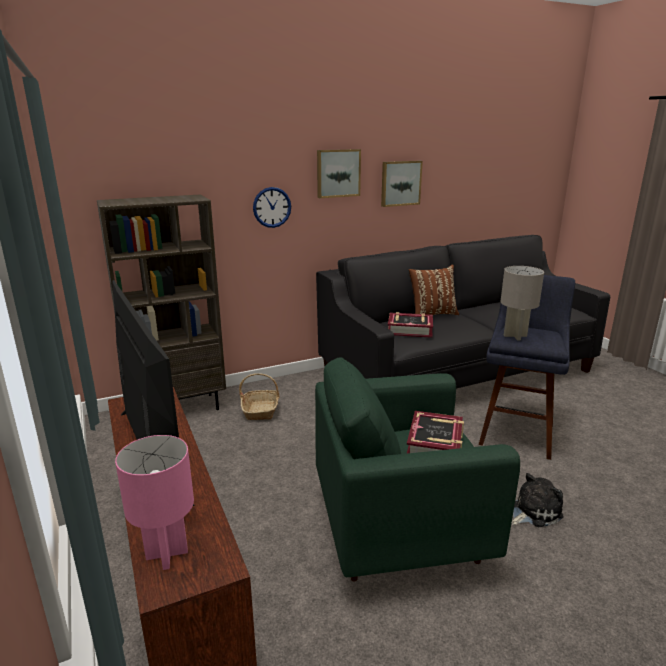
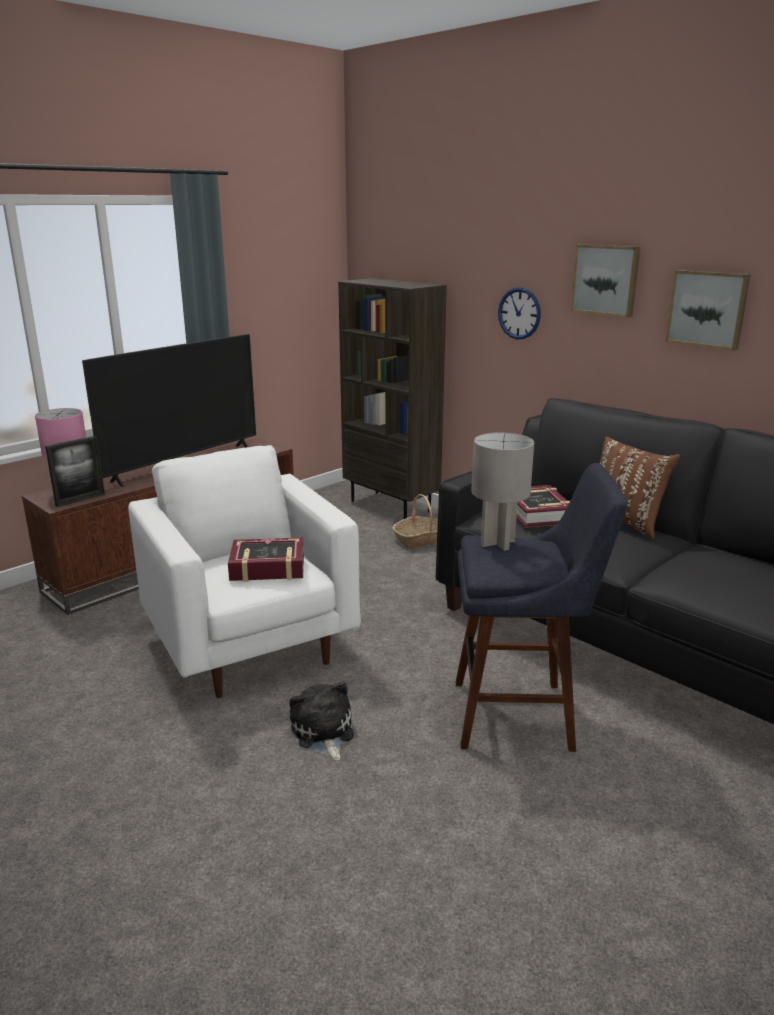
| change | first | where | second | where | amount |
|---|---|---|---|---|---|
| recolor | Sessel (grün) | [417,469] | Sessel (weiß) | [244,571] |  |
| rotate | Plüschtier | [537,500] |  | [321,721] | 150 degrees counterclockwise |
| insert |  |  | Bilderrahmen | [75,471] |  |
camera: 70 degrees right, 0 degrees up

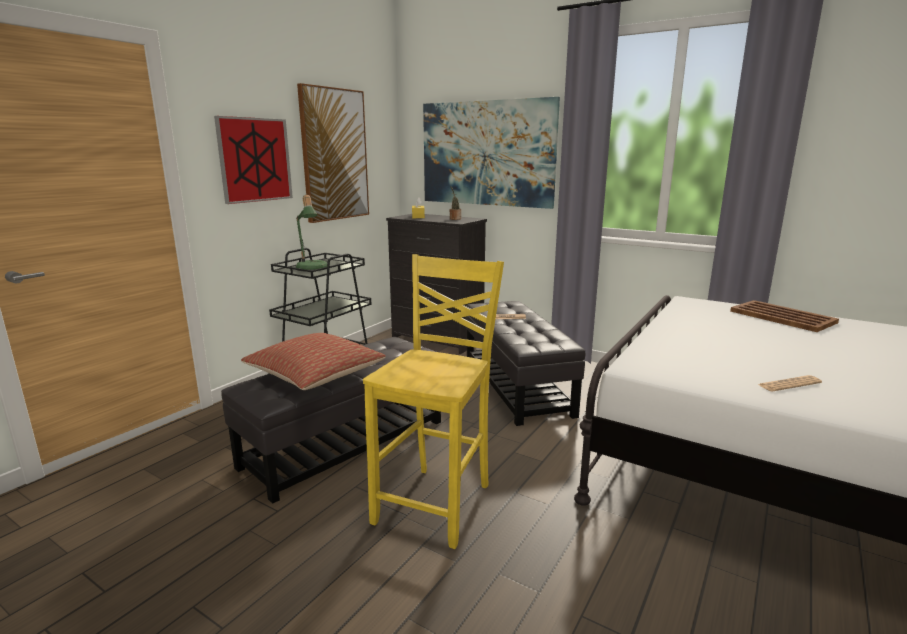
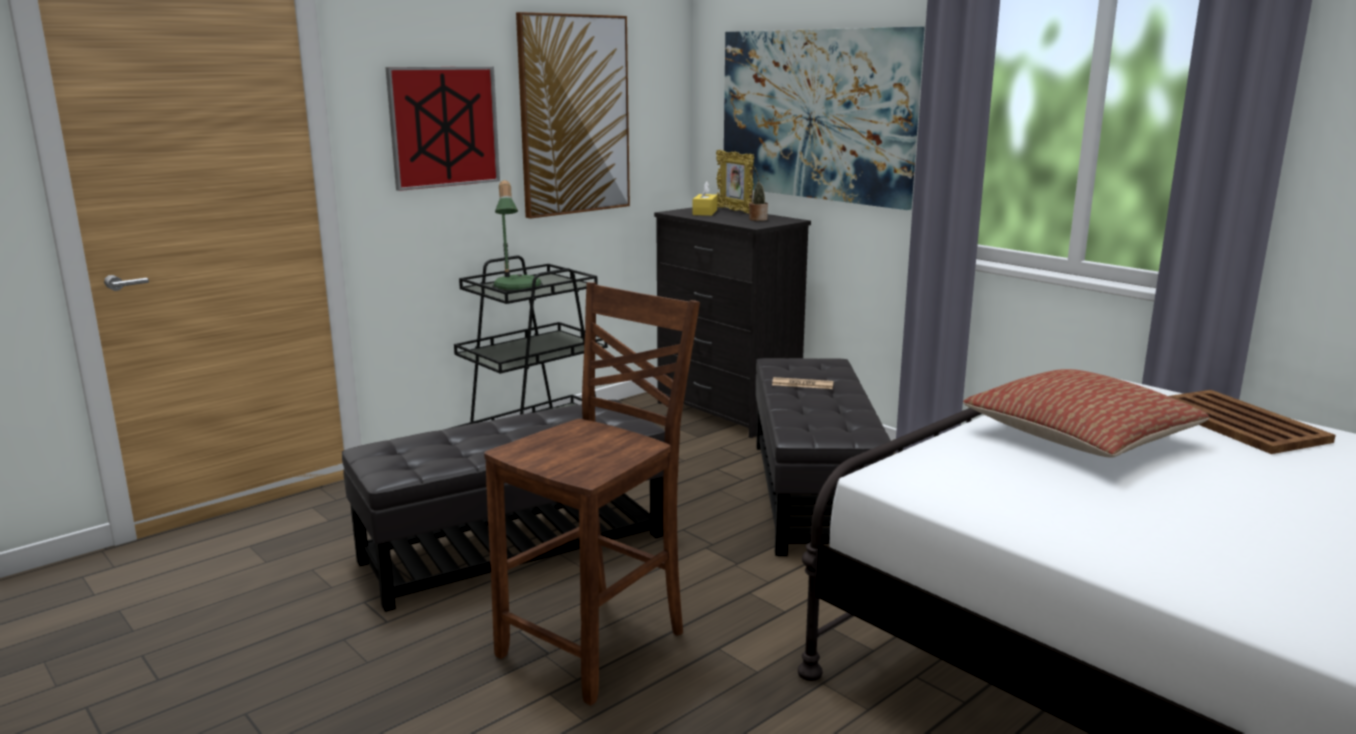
| change | first | where | second | where | amount |
|---|---|---|---|---|---|
| move | Kissen | [313,361] |  | [1086,413] |  |
| recolor | Stuhl (gelb) | [433,401] | Stuhl (braun) | [592,494] |  |
| delete | Zeitung | [790,383] |  |  |  |
| insert |  |  | Bilderrahmen | [735,182] |  |
camera: 15 degrees right, 0 degrees up

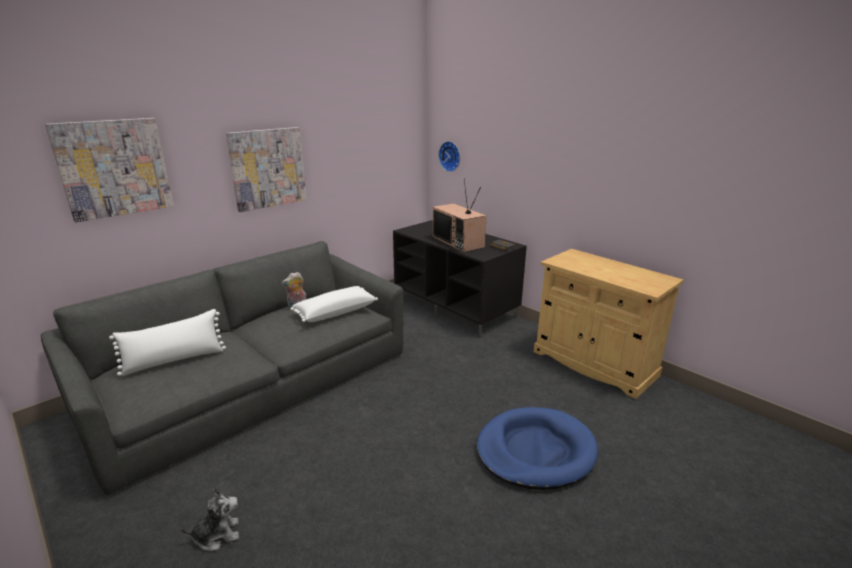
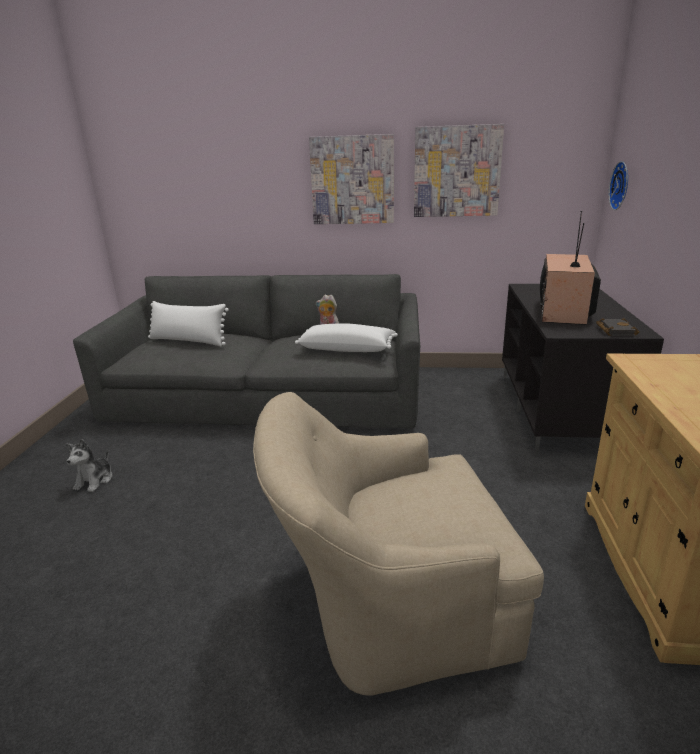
| change | first | where | second | where | amount |
|---|---|---|---|---|---|
| move | Bild | [109,170] |  | [459,170] |  |
| rotate | Plüschtier | [209,520] |  | [89,465] | 75 degrees clockwise |
| replace | Hundebett (blau) | [537,448] | Sessel (beige) | [398,544] |  |
camera: 50 degrees right, 0 degrees up

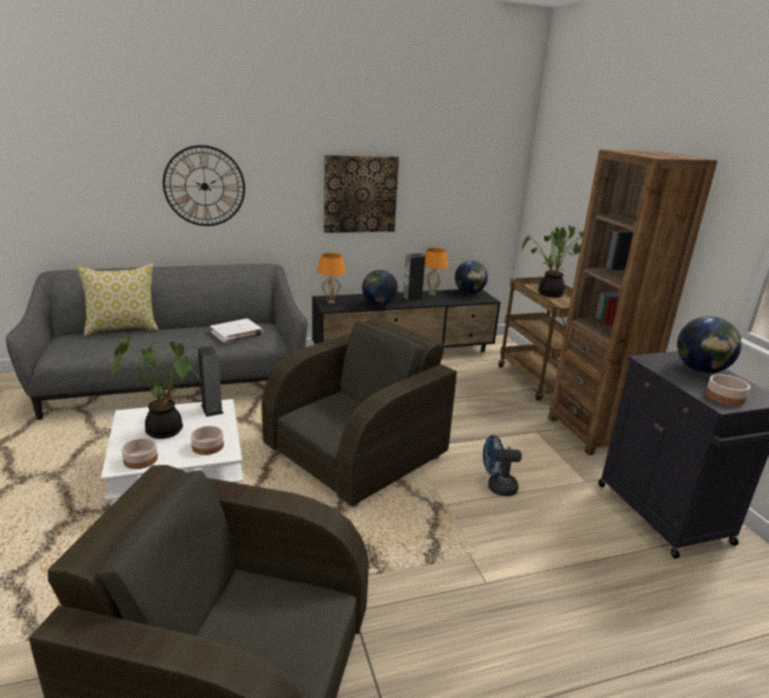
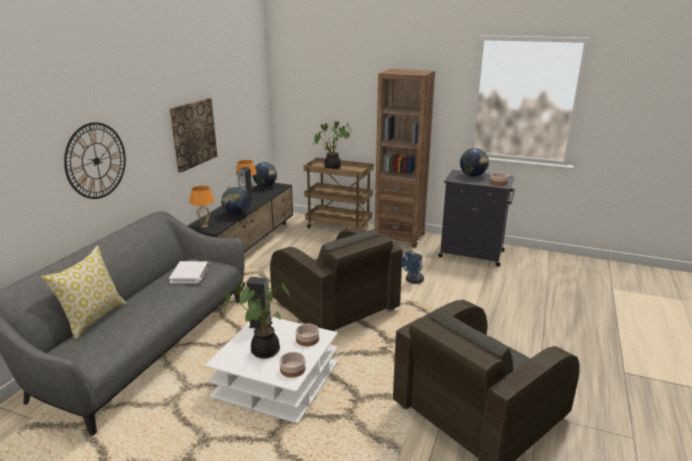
| change | first | where | second | where | amount |
|---|---|---|---|---|---|
| rotate | Sessel (braun) | [359,412] |  | [336,279] | 150 degrees clockwise |
camera: 50 degrees left, 0 degrees up

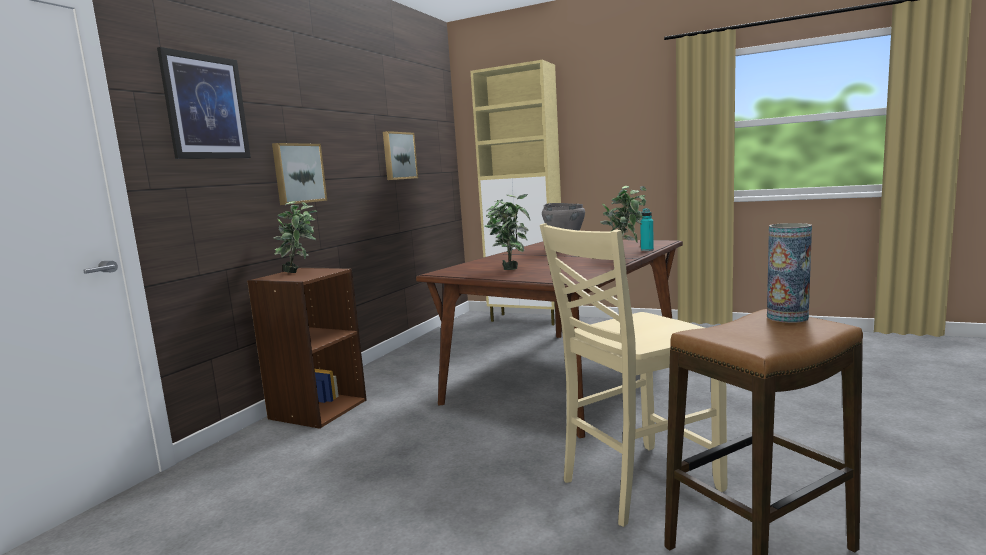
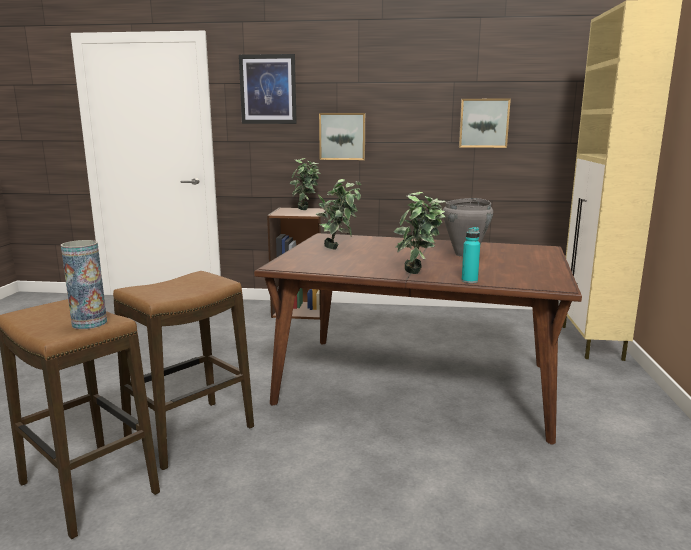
| change | first | where | second | where | amount |
|---|---|---|---|---|---|
| replace | Stuhl (beige) | [633,375] | Hocker | [183,370] |  |
camera: 70 degrees right, 5 degrees up

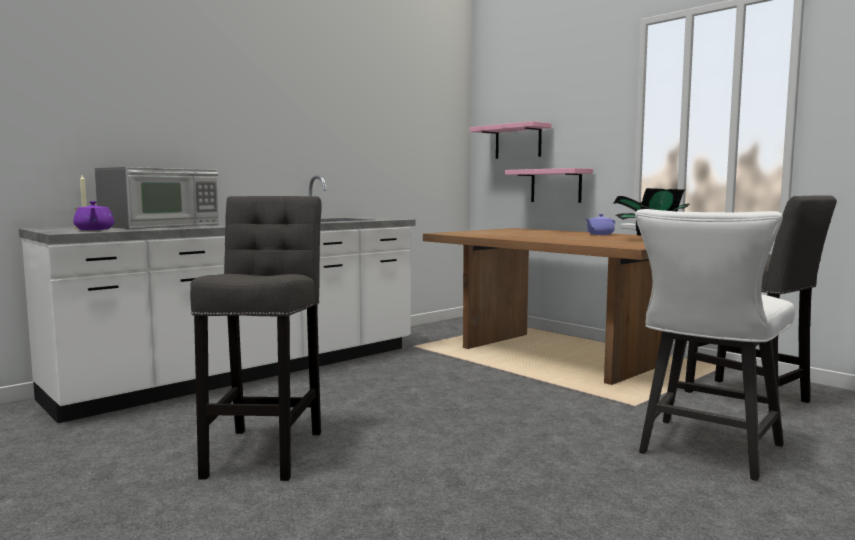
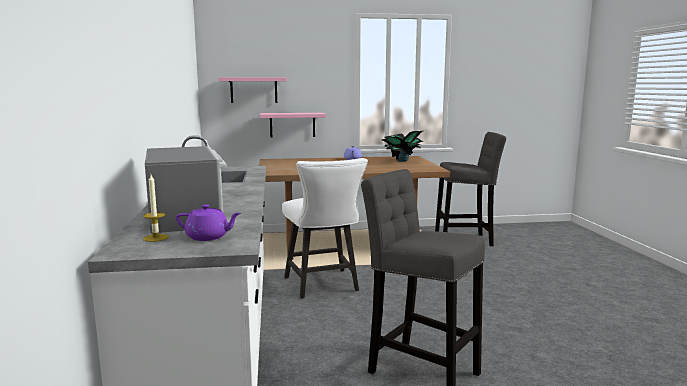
| change | first | where | second | where | amount |
|---|---|---|---|---|---|
| move | Stuhl (weiß) | [715,345] |  | [325,228] |  |
camera: 55 degrees left, 5 degrees up

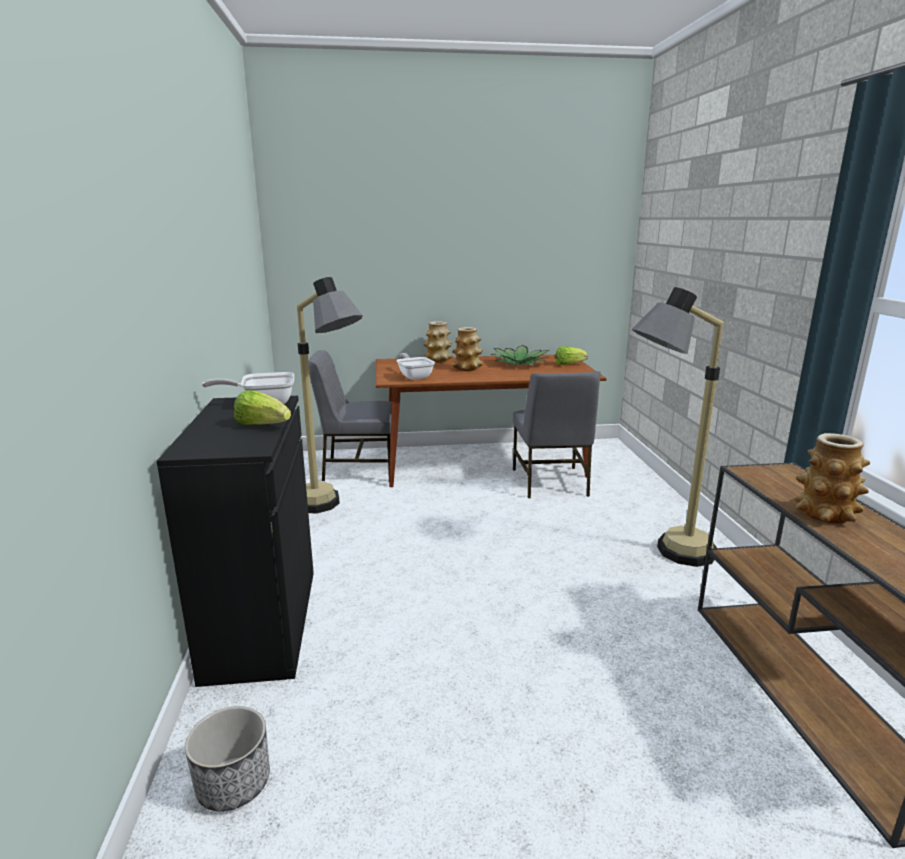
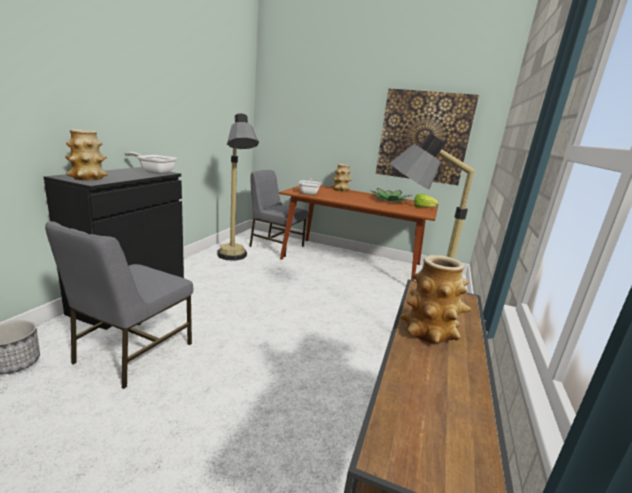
| change | first | where | second | where | amount |
|---|---|---|---|---|---|
| delete | Salatkopf | [262,407] |  |  |  |
| move | Vase | [467,349] |  | [86,155] |  |
| move | Stuhl (grau) | [557,434] |  | [119,305] |  |
| insert |  |  | Bild | [427,136] |  |
camera: 25 degrees right, 0 degrees up

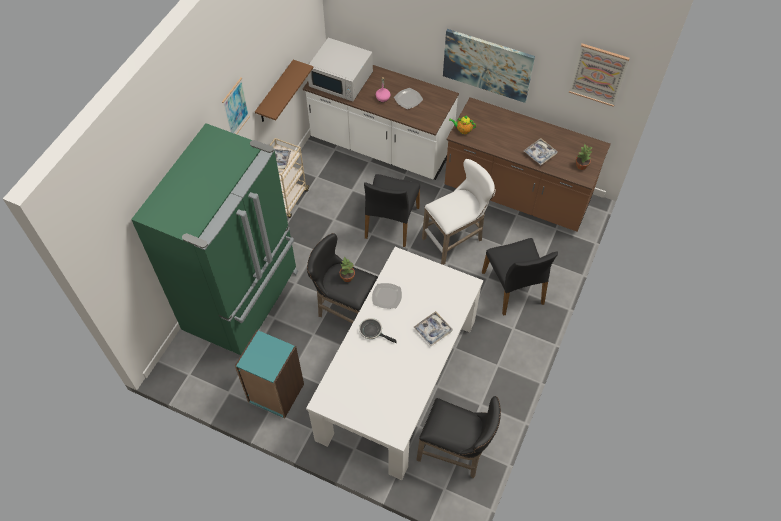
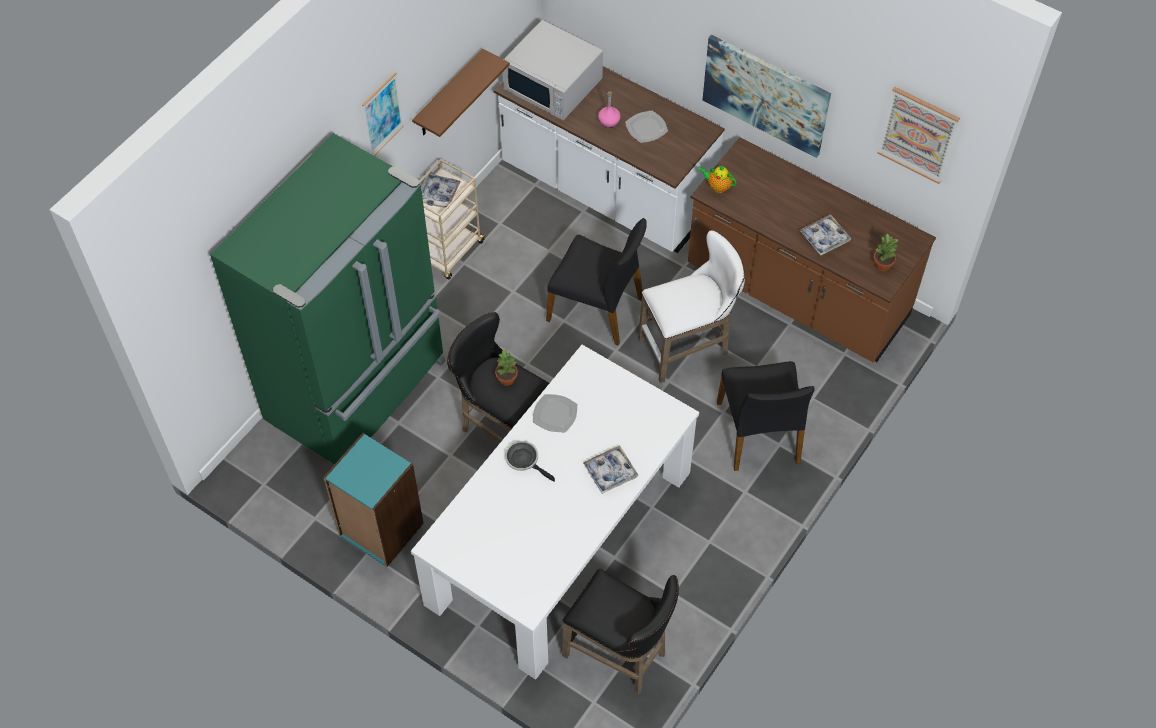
| change | first | where | second | where | amount |
|---|---|---|---|---|---|
| rotate | Stuhl (schwarz) | [392,210] |  | [596,281] | 90 degrees counterclockwise |
camera: 10 degrees right, 0 degrees up

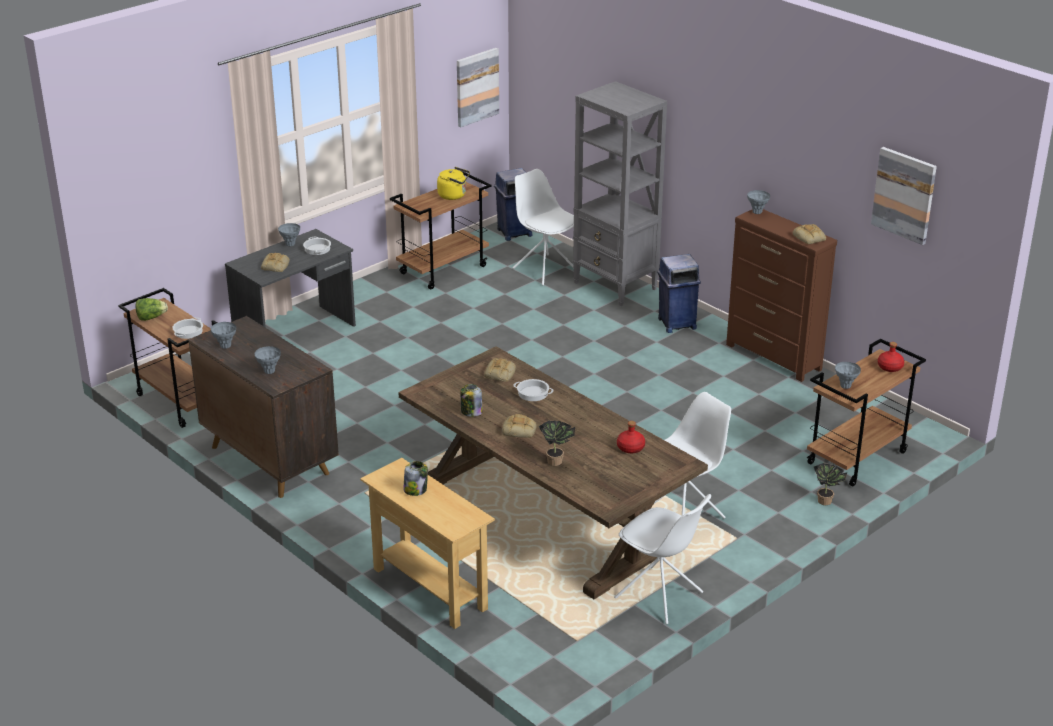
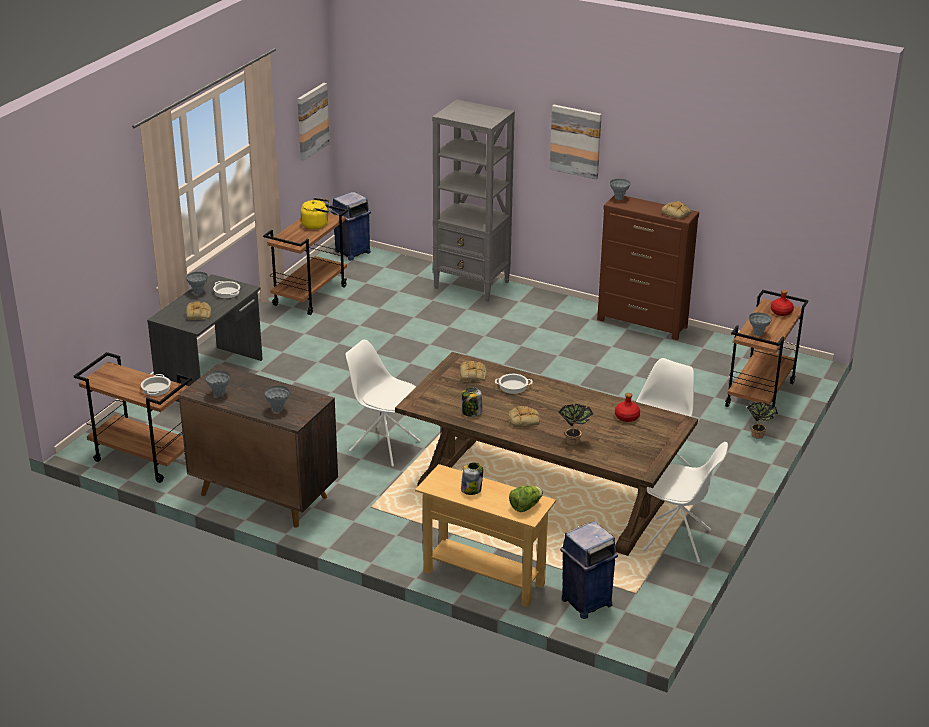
| change | first | where | second | where | amount |
|---|---|---|---|---|---|
| move | Salatkopf | [151,309] |  | [526,498] |  |
| move | Stuhl (weiß) | [543,227] |  | [383,403] |  |
| move | Mülleimer (blau) | [679,293] |  | [589,570] |  |
| move | Bild | [904,196] |  | [575,142] |  |
camera: 20 degrees left, 0 degrees up

